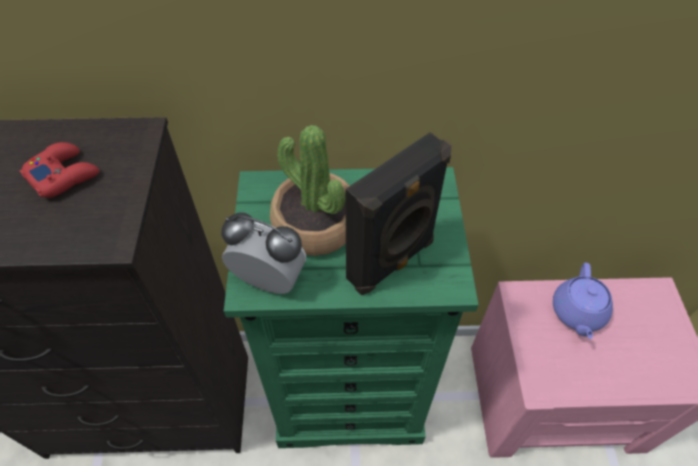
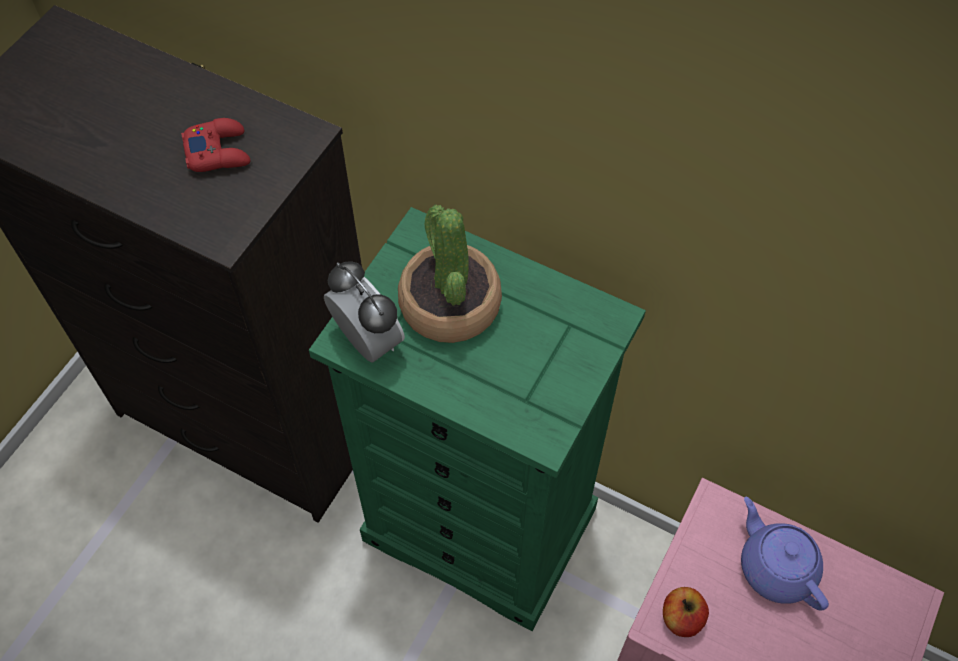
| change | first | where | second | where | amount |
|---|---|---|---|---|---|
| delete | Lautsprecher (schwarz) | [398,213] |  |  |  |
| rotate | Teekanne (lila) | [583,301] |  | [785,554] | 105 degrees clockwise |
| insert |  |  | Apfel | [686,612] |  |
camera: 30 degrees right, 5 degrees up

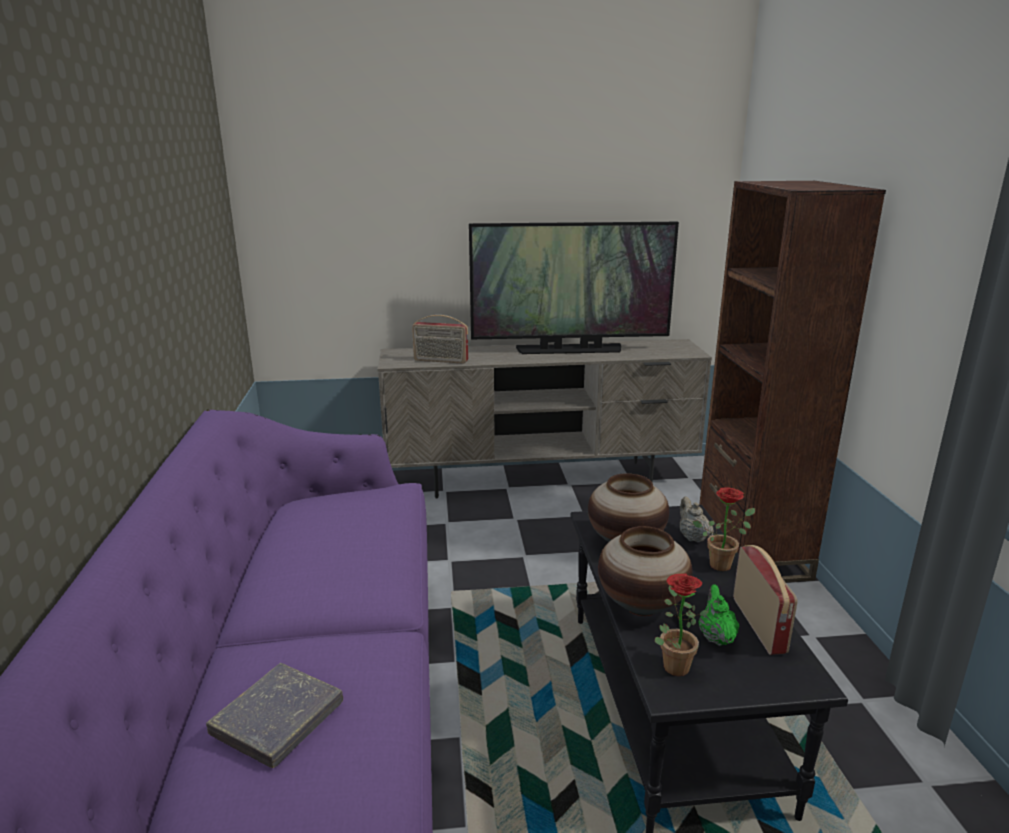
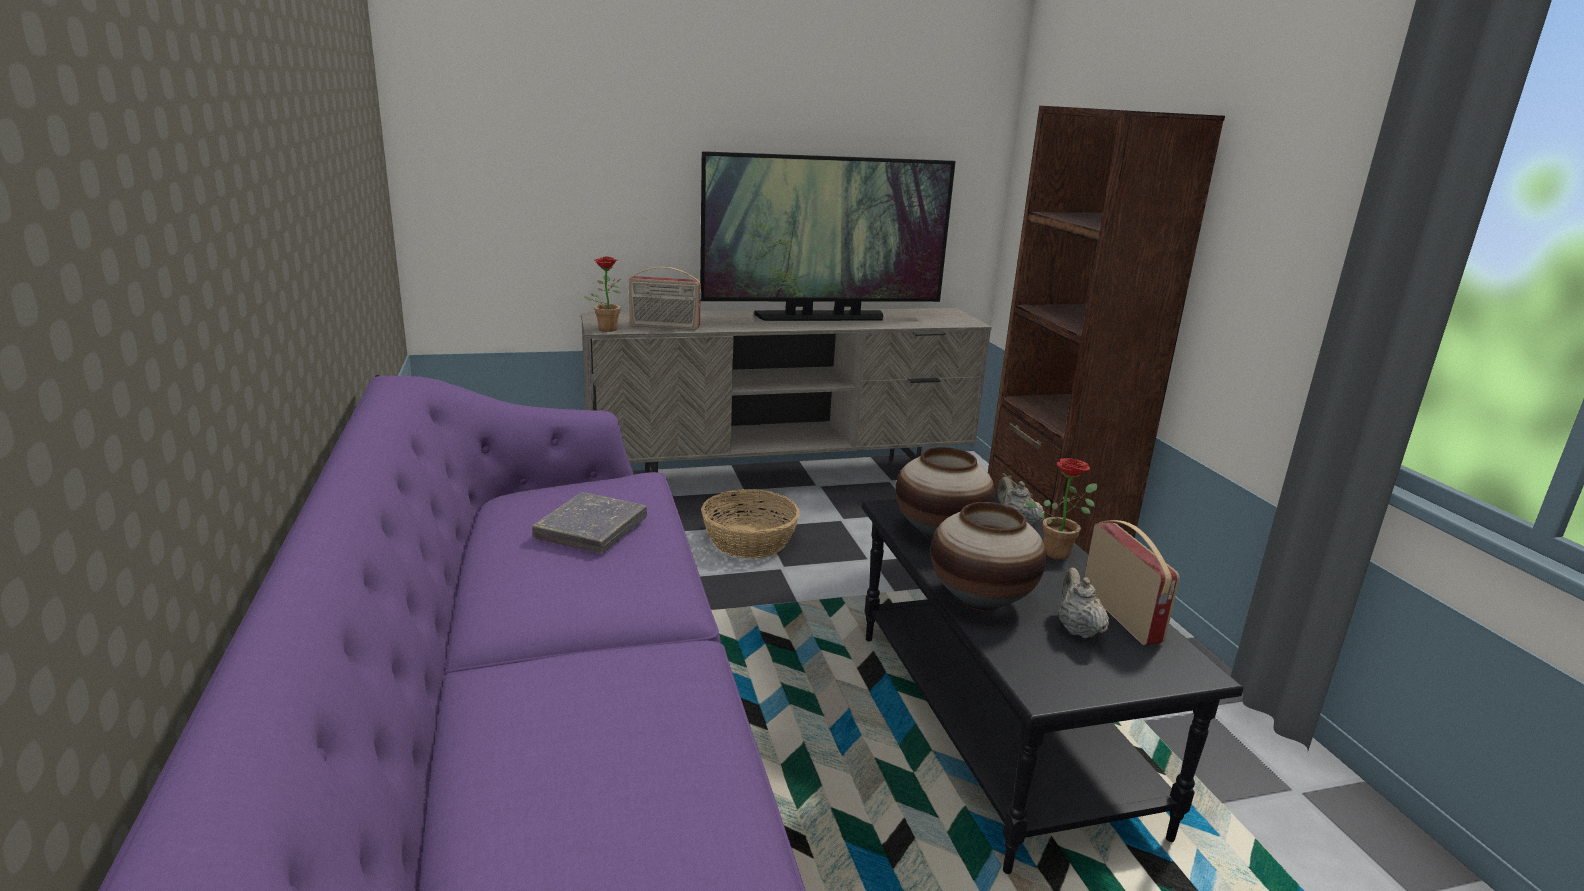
| change | first | where | second | where | amount |
|---|---|---|---|---|---|
| move | Buch (grau) | [274,715] |  | [589,522] |  |
| move | Topfpflanze | [681,624] |  | [602,294] |  |
| recolor | Teekanne (grün) | [719,615] | Teekanne (beige) | [1083,603] |  |
| insert |  |  | Korb | [750,524] |  |
camera: 10 degrees left, 0 degrees up

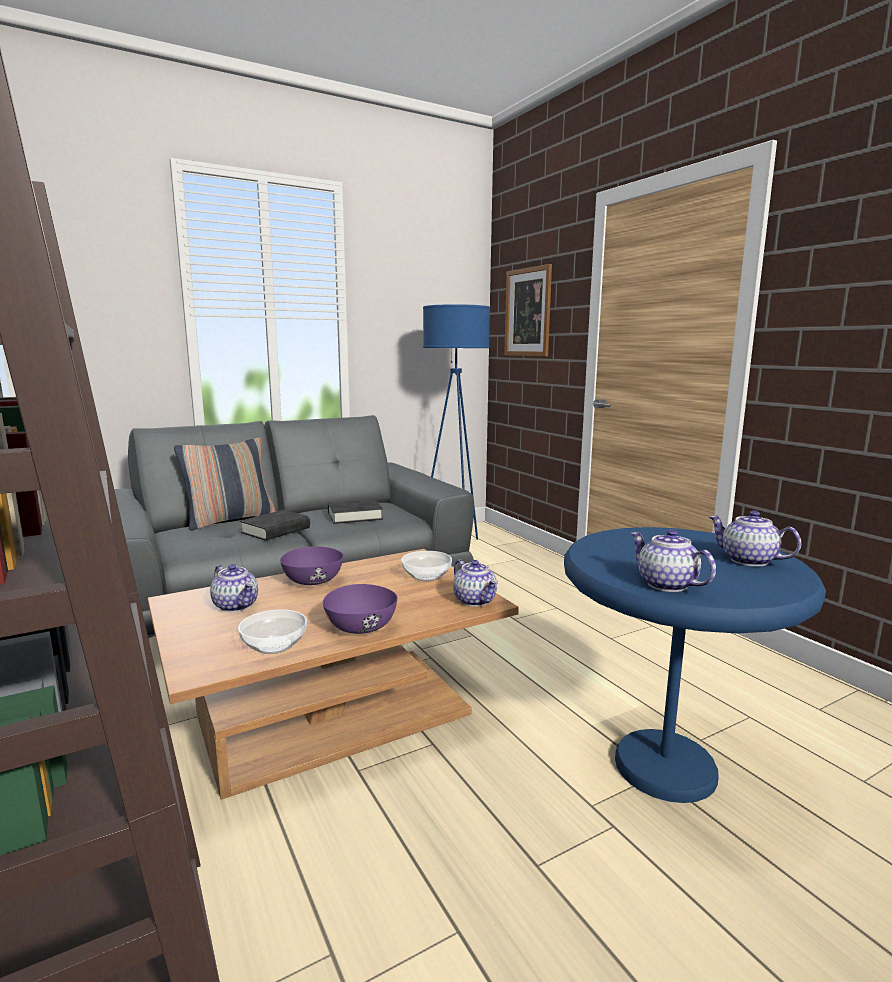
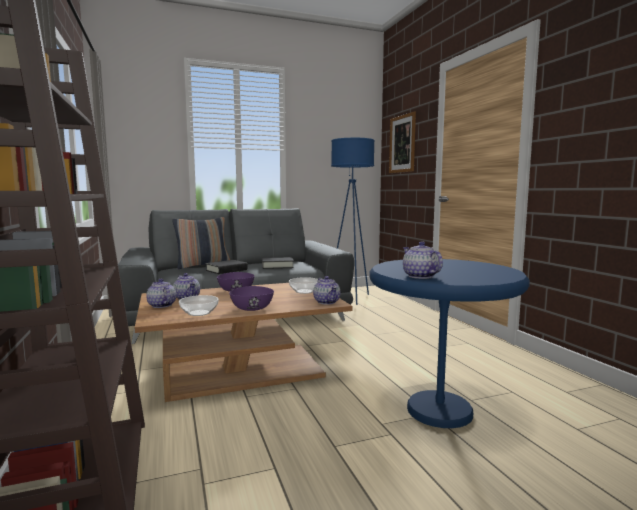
| change | first | where | second | where | amount |
|---|---|---|---|---|---|
| move | Teekanne | [754,539] |  | [161,293] |  |
camera: 10 degrees right, 5 degrees down

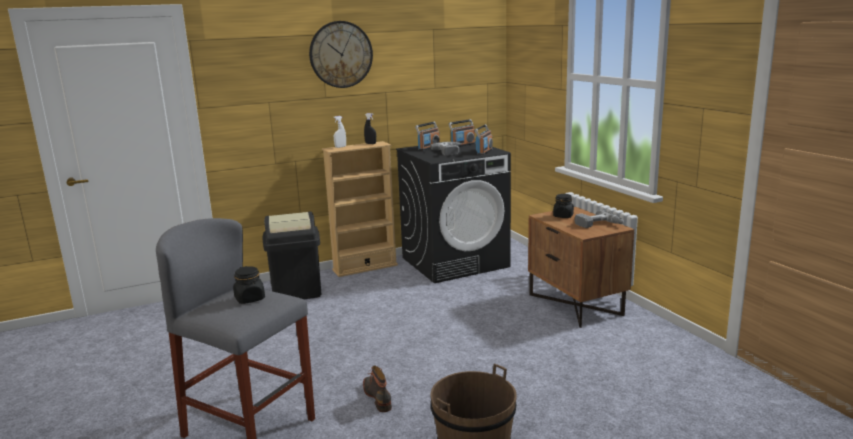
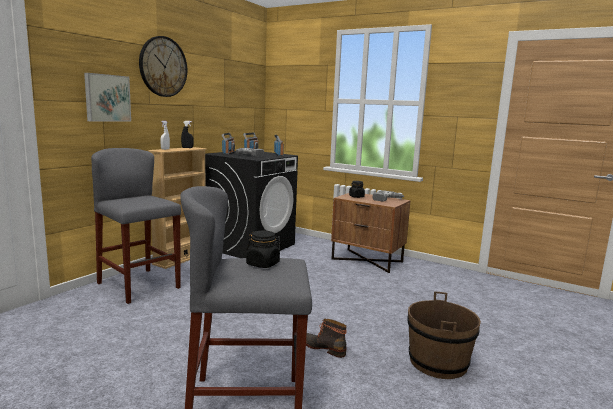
| change | first | where | second | where | amount |
|---|---|---|---|---|---|
| replace | Mülleimer (schwarz) | [291,255] | Hocker (grau) | [136,226] |  |
| insert |  |  | Bild | [107,97] |  |
camera: 35 degrees left, 5 degrees down

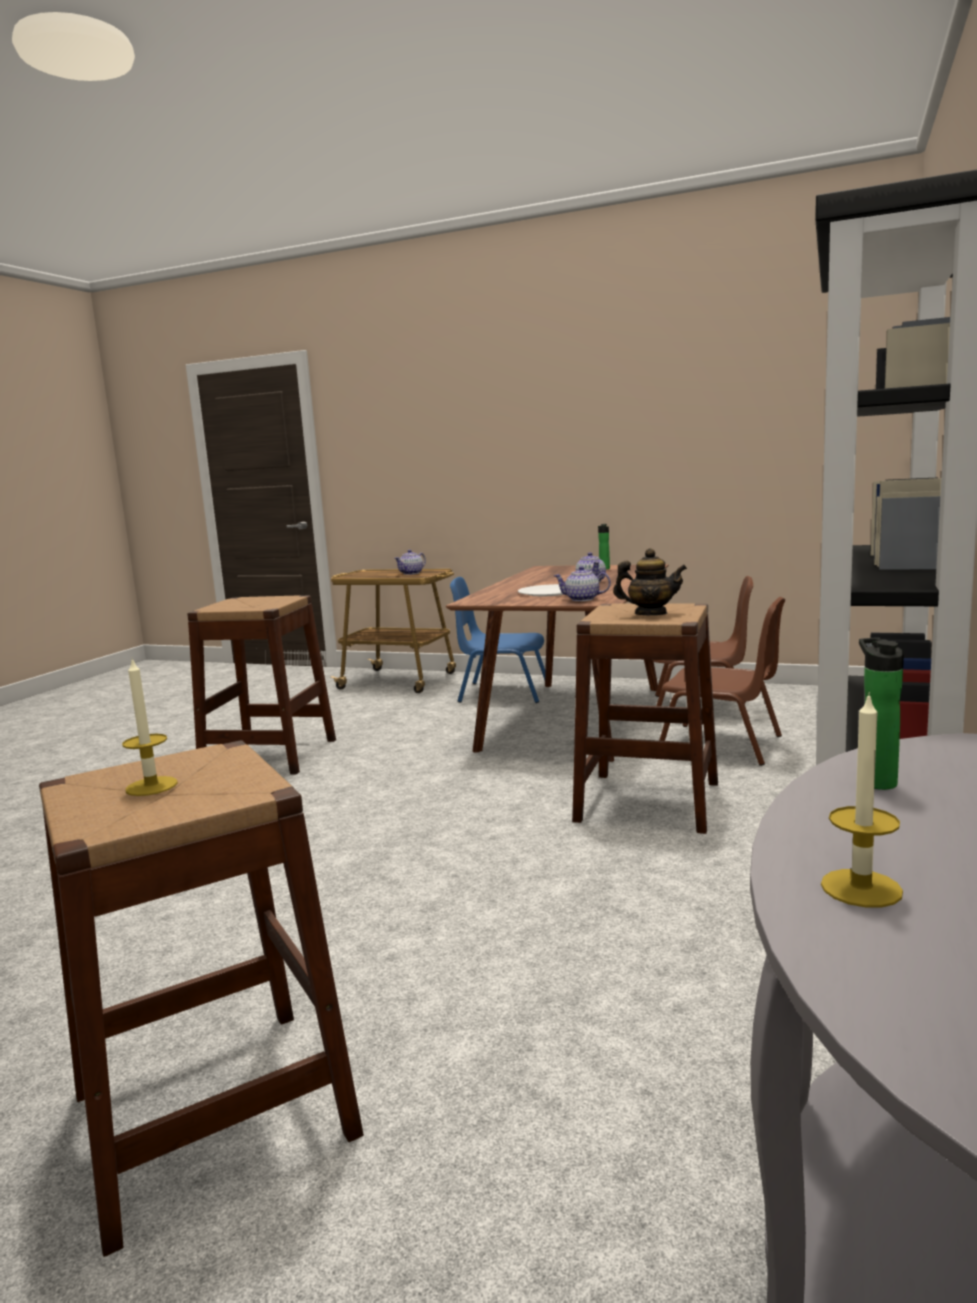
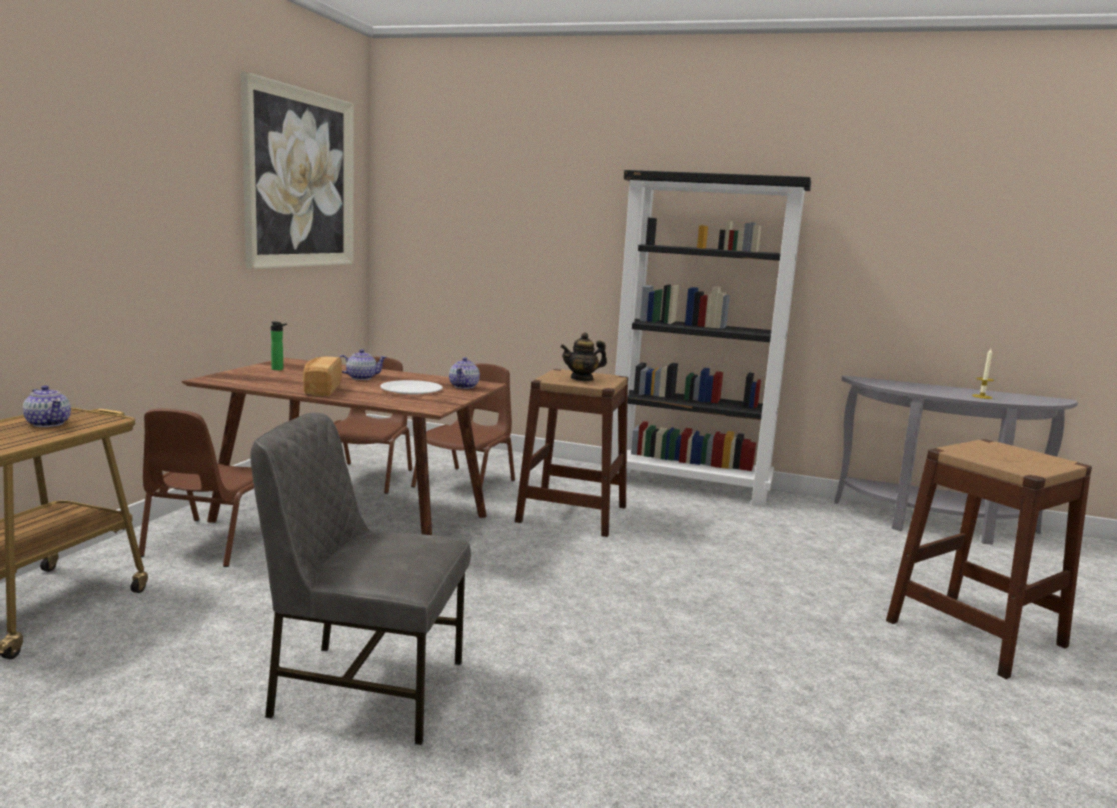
| change | first | where | second | where | amount |
|---|---|---|---|---|---|
| delete | Kerze | [150,727] |  |  |  |
| replace | Hocker (braun) | [261,684] | Stuhl (grau) | [360,579] |  |
| recolor | Stuhl (blau) | [497,640] | Stuhl (braun) | [196,488] |  |
| rotate | Teekanne | [650,581] |  | [583,356] | 120 degrees counterclockwise |
| delete | Flasche | [881,713] |  |  |  |
| insert |  |  | Bild | [297,170] |  |
| insert |  |  | Brot | [322,376] |  |
camera: 95 degrees left, 0 degrees up

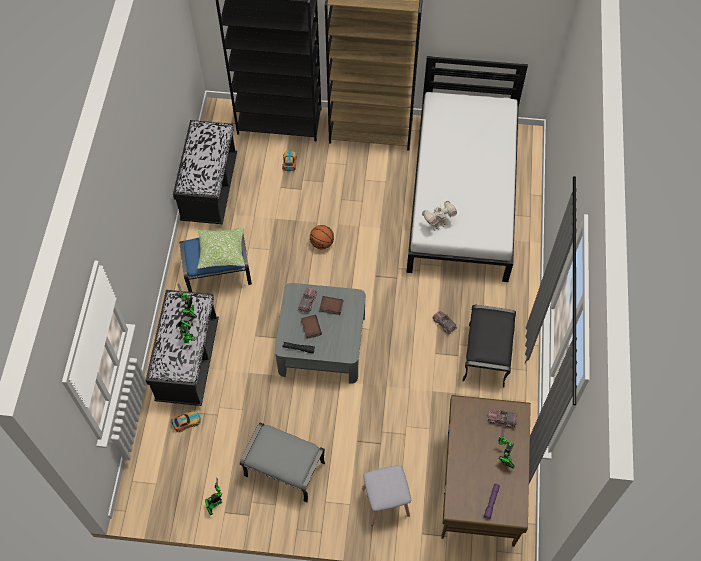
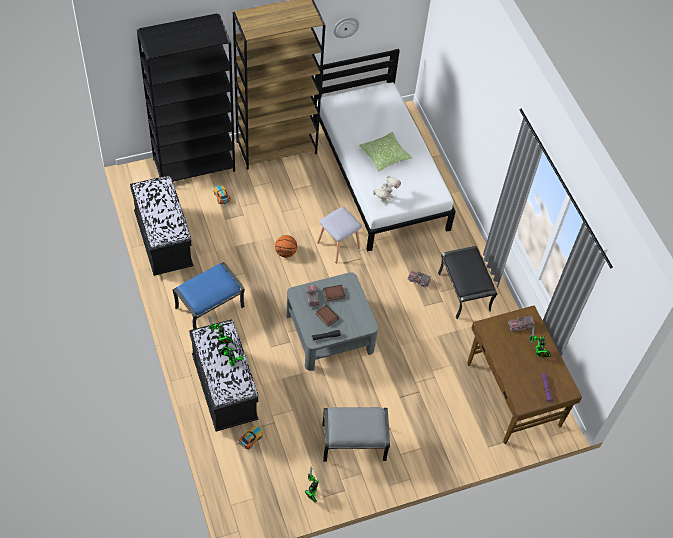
| change | first | where | second | where | amount |
|---|---|---|---|---|---|
| move | Kissen | [221,248] |  | [385,152] |  |
| move | Hocker (grau) | [386,495] |  | [339,235] |  |
| insert |  |  | Wanduhr | [346,27] |  |
camera: 30 degrees left, 5 degrees down

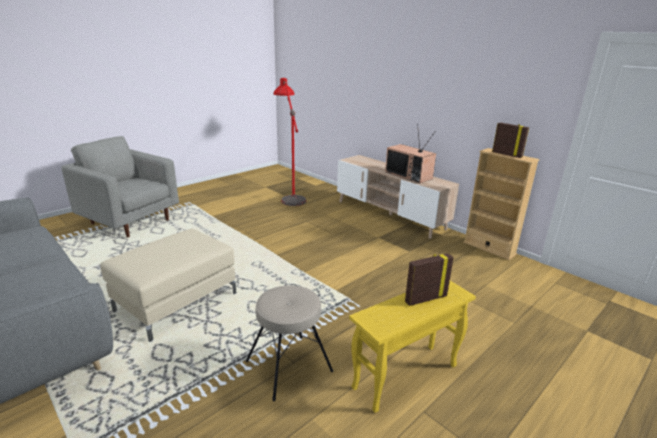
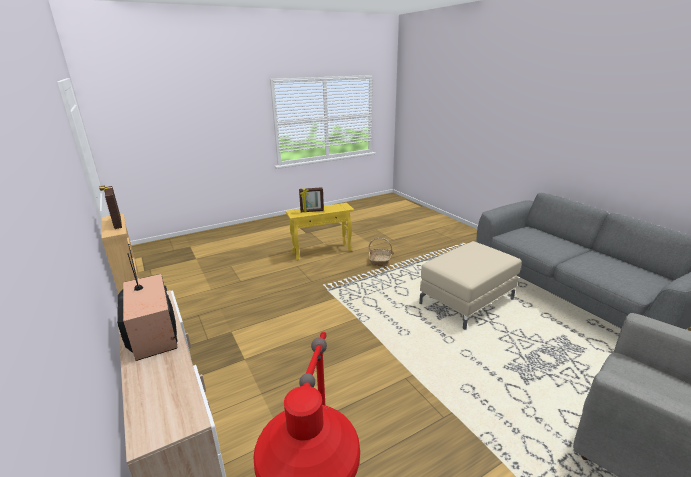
| change | first | where | second | where | amount |
|---|---|---|---|---|---|
| replace | Hocker (beige) | [289,343] | Korb | [381,252] |  |
camera: 165 degrees left, 0 degrees up

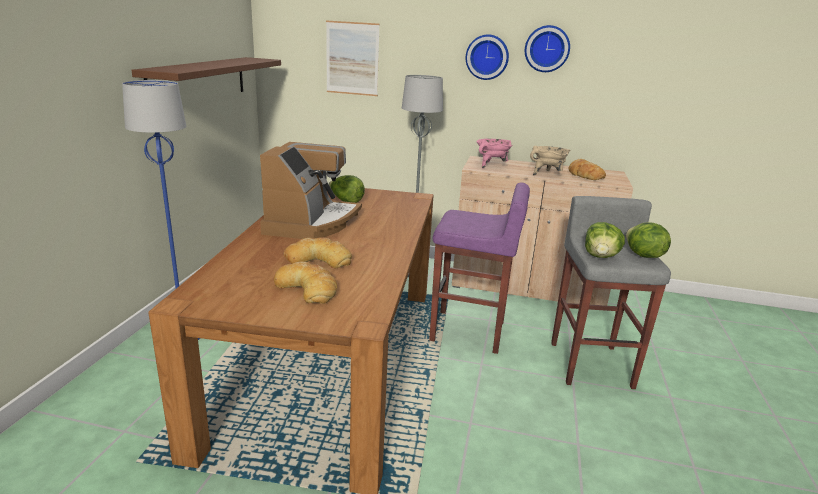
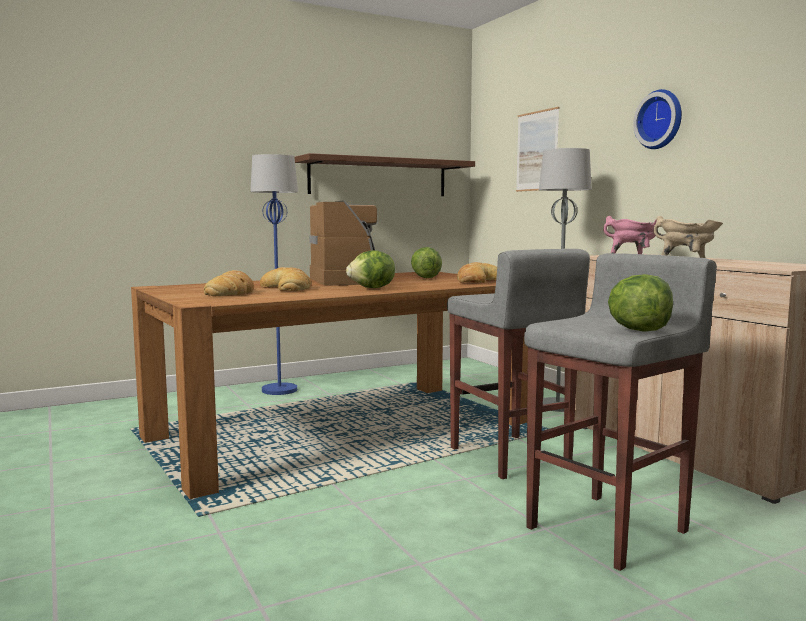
| change | first | where | second | where | amount |
|---|---|---|---|---|---|
| rotate | Kaffeemaschine | [311,190] |  | [343,243] | 75 degrees counterclockwise |
| recolor | Hocker (lila) | [479,268] | Hocker (grau) | [518,364] |  |
| delete | Wanduhr | [547,48] |  |  |  |
| move | Brot | [587,169] |  | [477,272] |  |
| move | Salatkopf | [605,240] |  | [370,269] |  |
camera: 50 degrees right, 15 degrees down

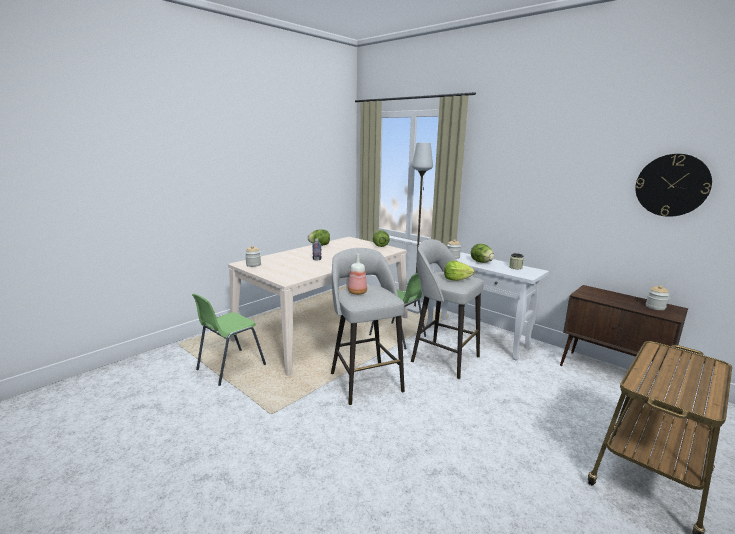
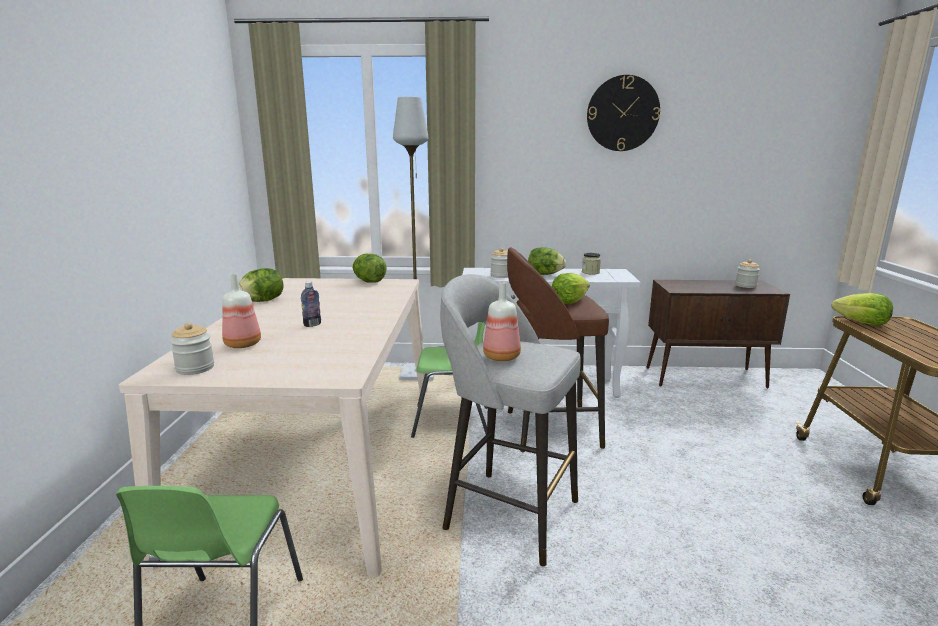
| change | first | where | second | where | amount |
|---|---|---|---|---|---|
| recolor | Hocker (grau) | [447,309] | Hocker (braun) | [558,349] |  |
| move | Wanduhr | [673,185] |  | [623,113] |  |
| insert |  |  | Flasche | [241,310] |  |
| insert |  |  | Salatkopf | [862,309] |  |
camera: 40 degrees left, 0 degrees up

